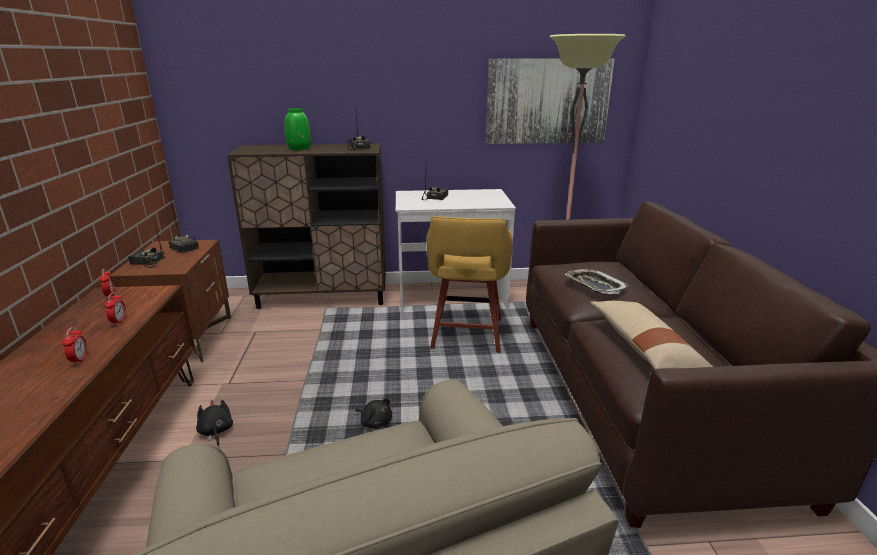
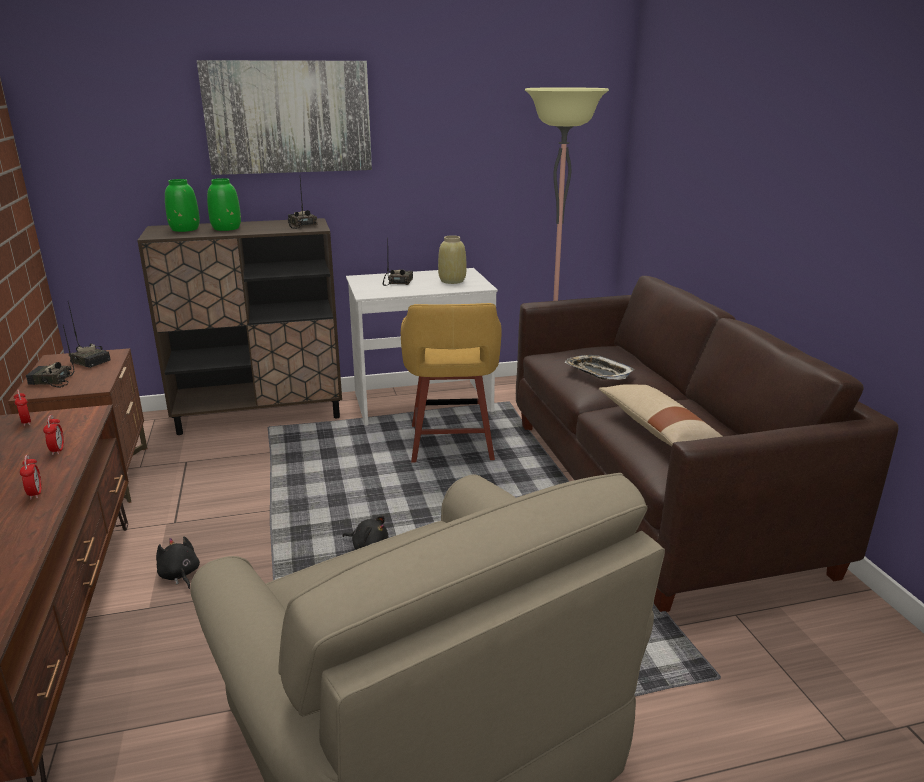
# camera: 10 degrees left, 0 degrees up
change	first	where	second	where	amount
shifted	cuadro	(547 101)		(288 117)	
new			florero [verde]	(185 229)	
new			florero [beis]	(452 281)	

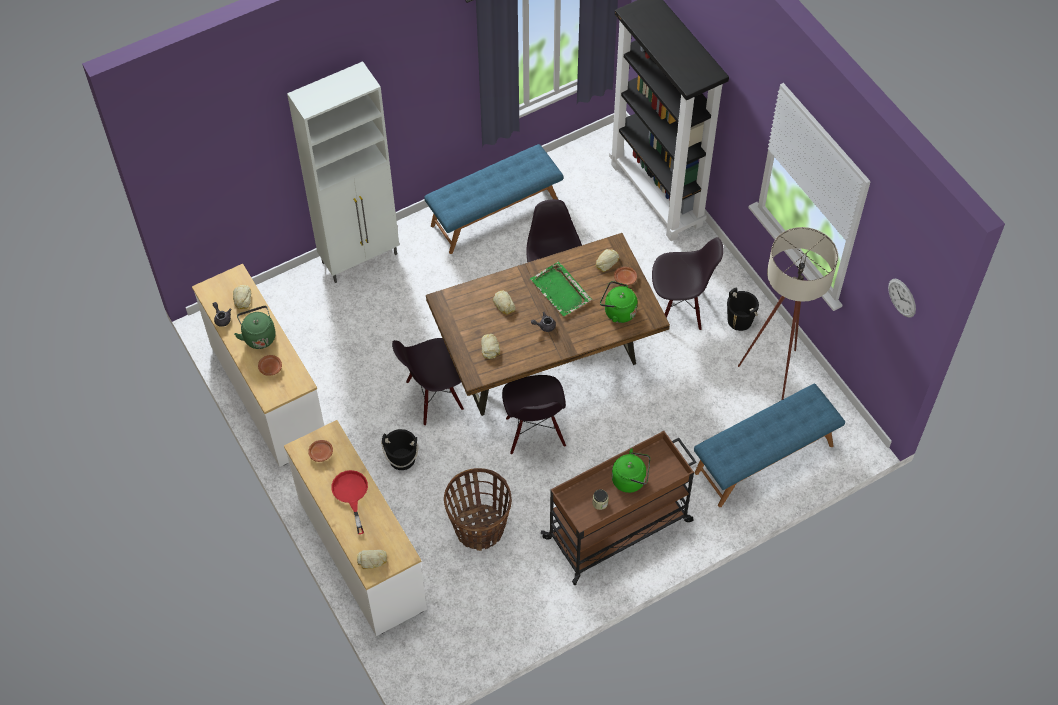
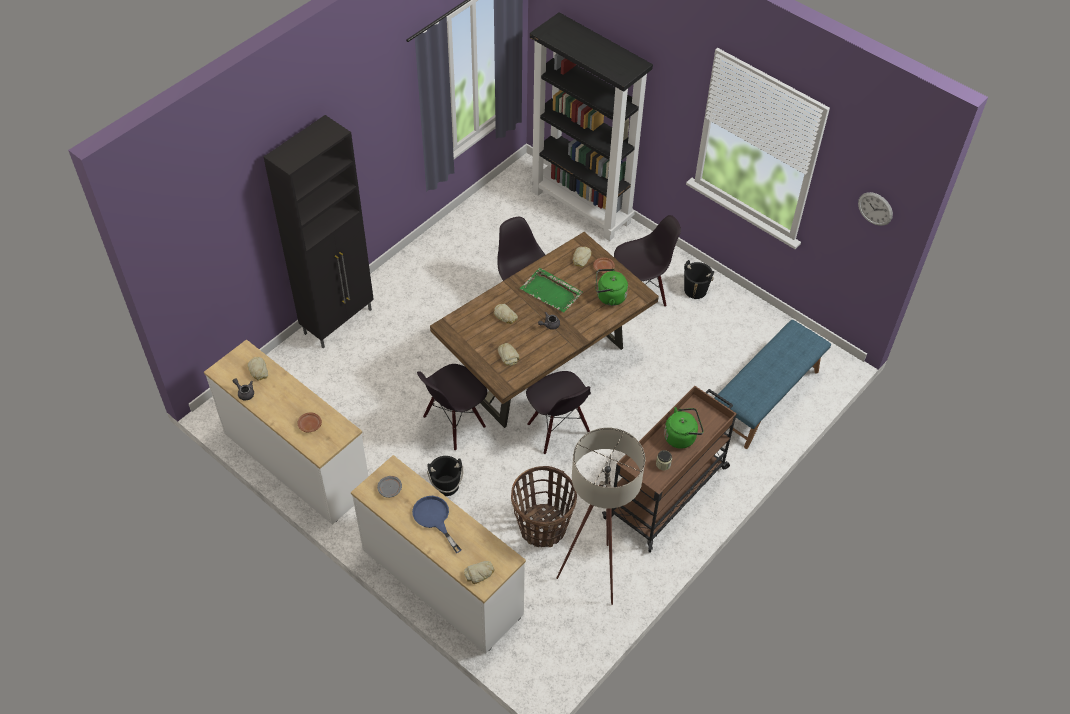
# camera: 20 degrees left, 5 degrees down
change	first	where	second	where	amount
gone	hervidor [verde]	(258 336)			
repainted	armario [blanco]	(361 258)	armario [negro]	(339 321)	
repainted	plato [marrón]	(321 453)	plato [gris]	(390 488)	
repainted	sartén [rojo]	(351 494)	sartén [azul]	(434 519)	
gone	banco [azul]	(494 213)			
shifted	lámpara de pie [beis]	(777 368)		(596 569)	

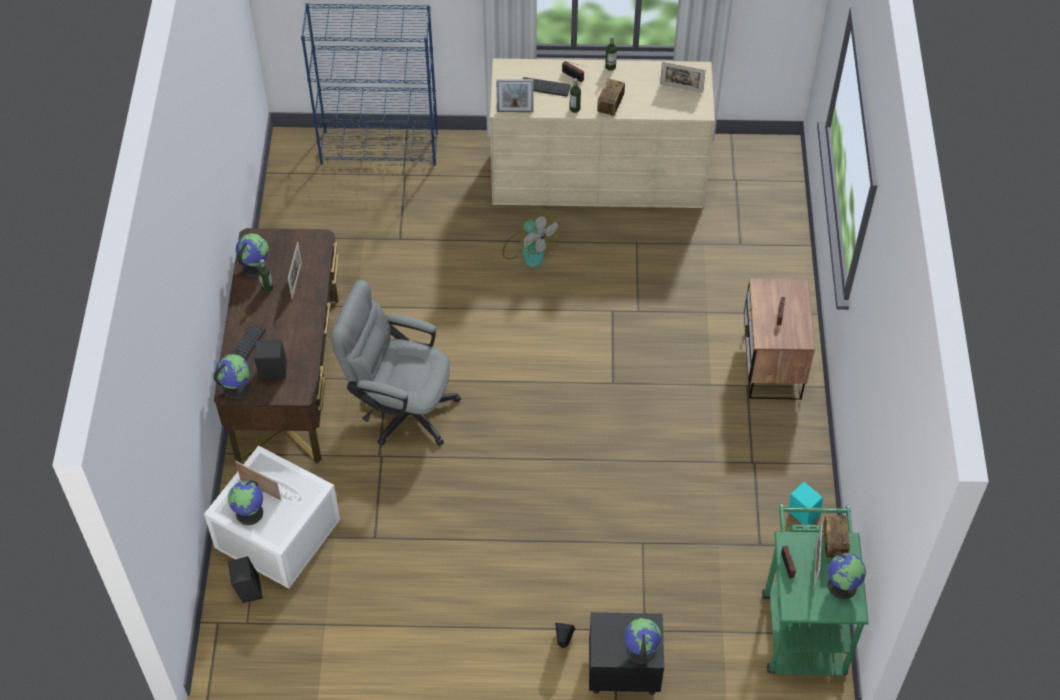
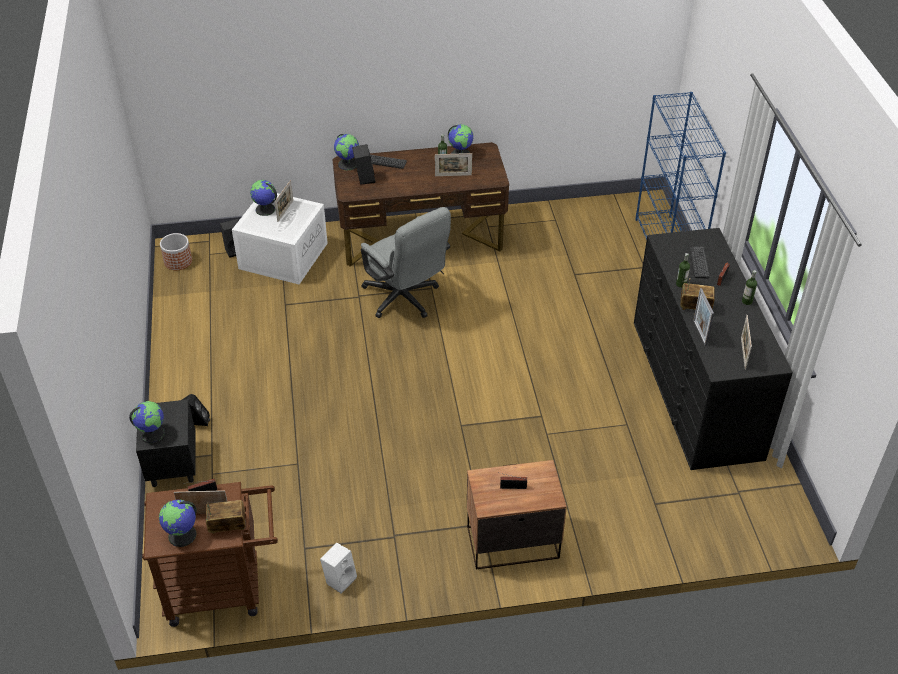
# camera: 80 degrees right, 10 degrees down
change	first	where	second	where	amount
rotated	silla de oficina [gris]	(400 408)		(405 300)	135 degrees clockwise
repainted	cómoda [beis]	(598 177)	cómoda [negro]	(695 388)	
shifted	portarretratos	(515 111)		(699 333)	
gone	ventilador	(528 249)			
repainted	carrito [verde]	(802 623)	carrito [marrón]	(223 588)	
repainted	altavoz [turquesa]	(801 516)	altavoz [blanco]	(340 579)	
new			maceta	(178 261)	

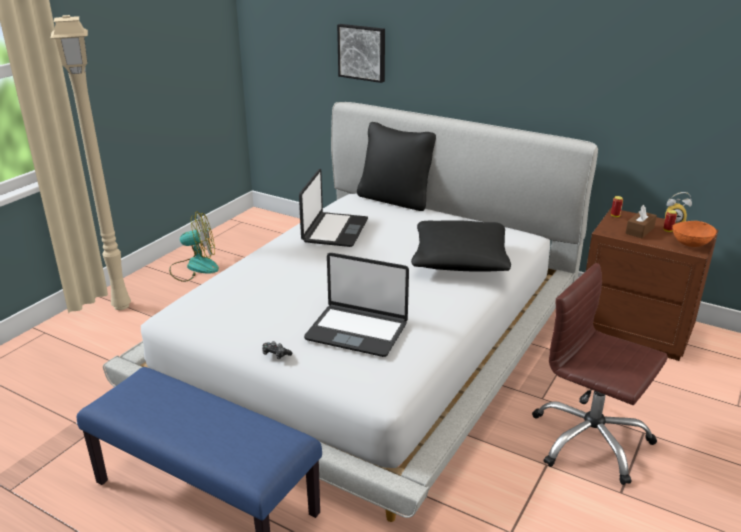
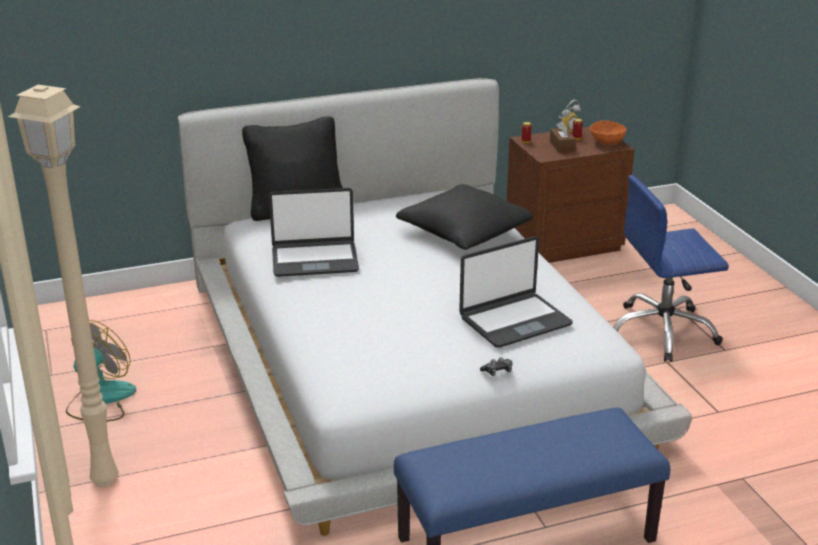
# camera: 50 degrees left, 0 degrees up
change	first	where	second	where	amount
rotated	portátil	(334 230)		(314 260)	120 degrees clockwise
gone	cuadro	(362 52)			
repainted	silla de oficina [marrón]	(590 440)	silla de oficina [azul]	(662 332)	

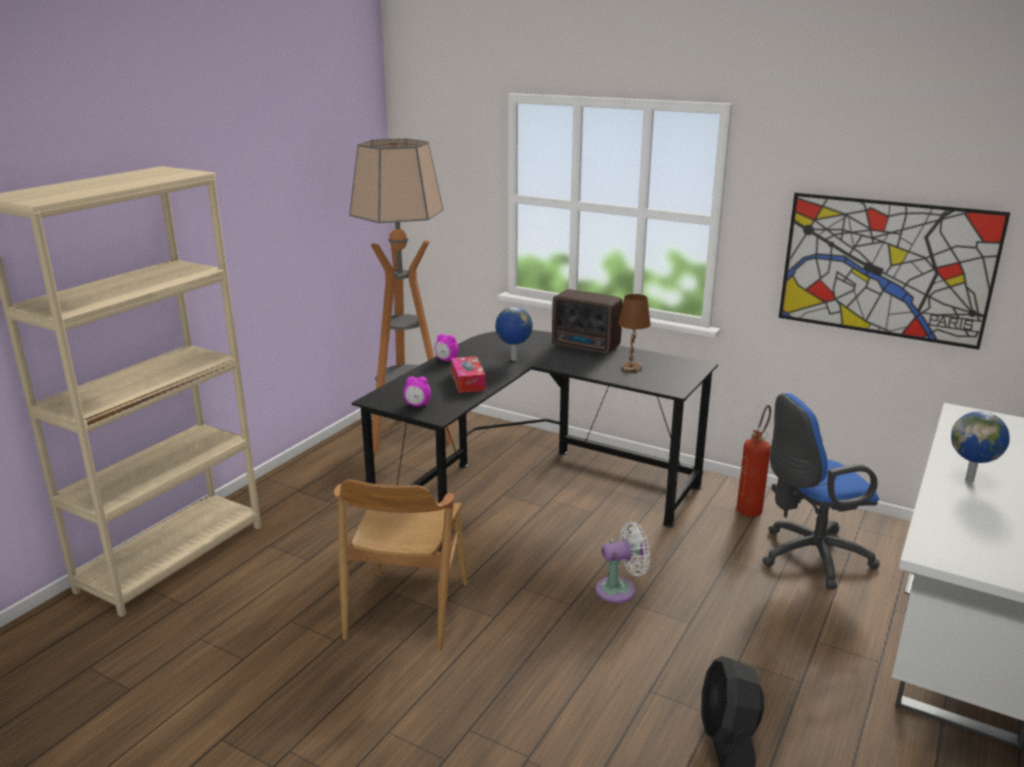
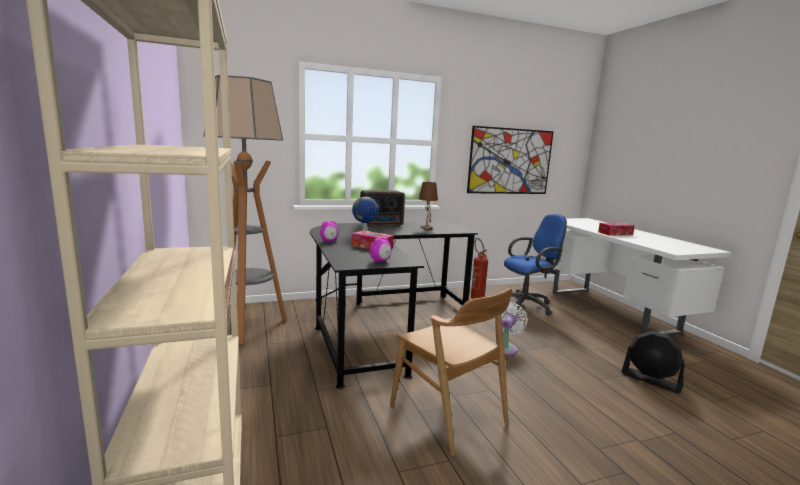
# camera: 50 degrees left, 10 degrees down
change	first	where	second	where	amount
rotated	silla de oficina [azul]	(809 557)		(527 305)	135 degrees counterclockwise
swapped	globo terráqueo	(970 480)	caja de pañuelos	(615 233)	

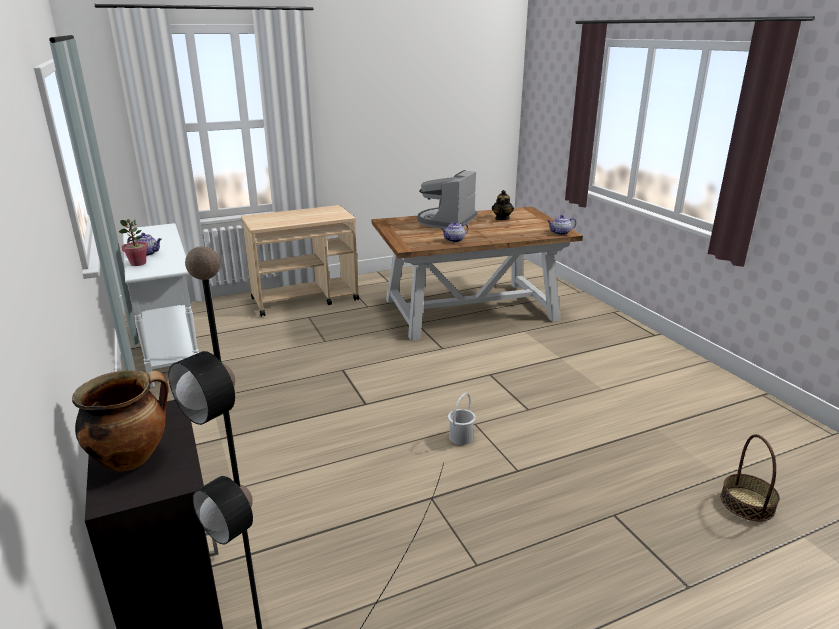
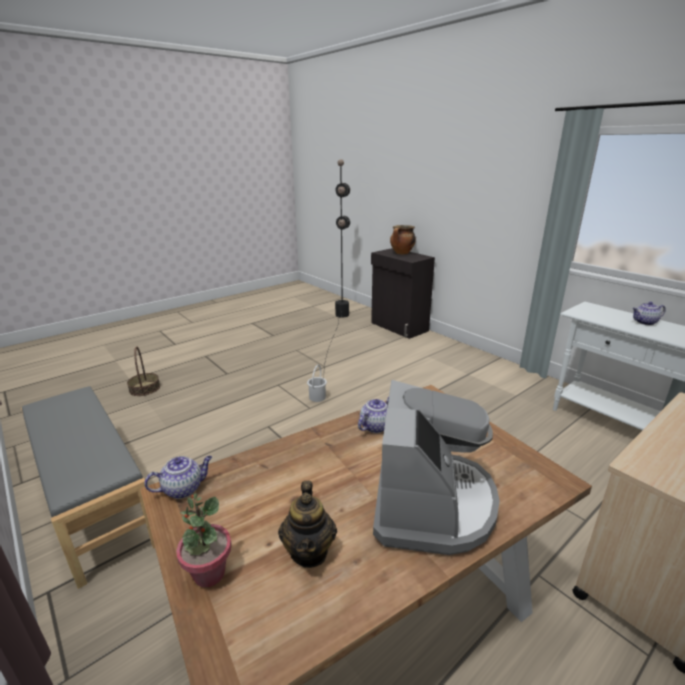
# camera: 165 degrees right, 0 degrees up
change	first	where	second	where	amount
shifted	planta en maceta	(138 263)		(209 573)	
new			banco [gris]	(93 499)	

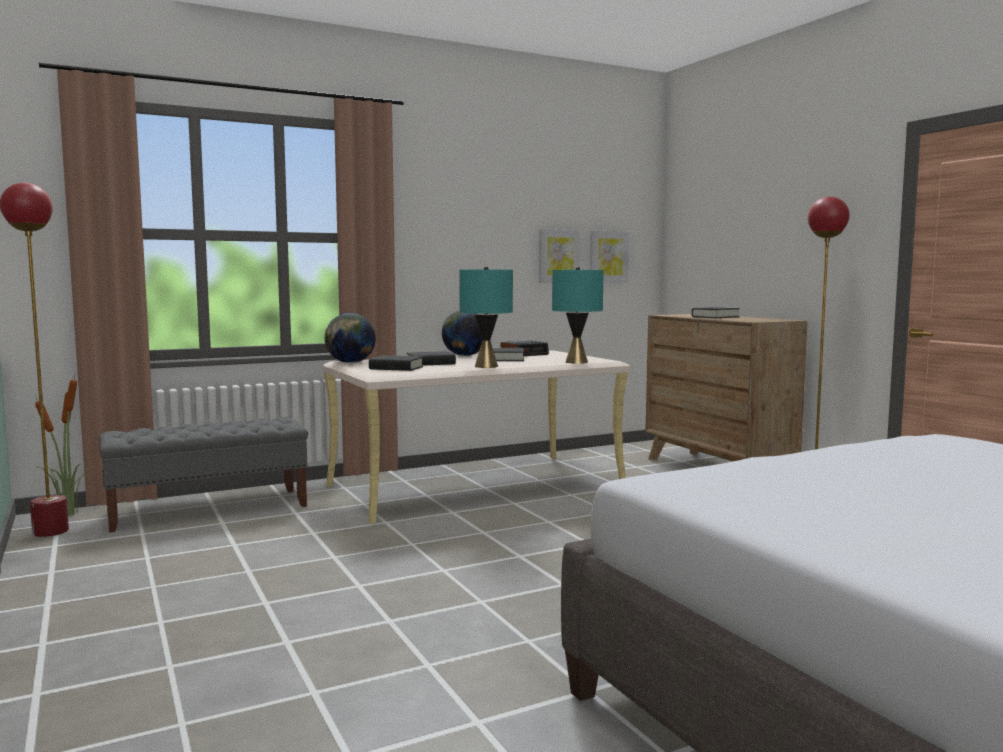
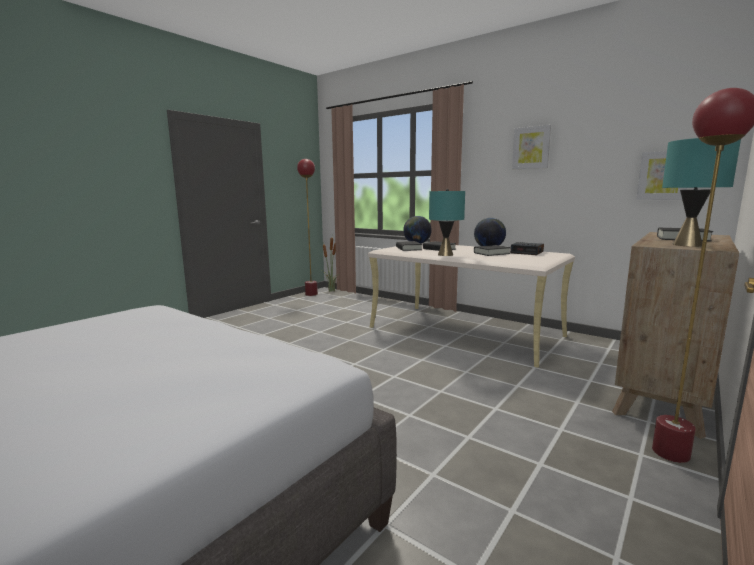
# camera: 65 degrees right, 5 degrees up
change	first	where	second	where	amount
gone	banco [gris]	(209 509)			
shifted	cuadro	(558 256)		(531 148)	
shifted	lámpara de mesa [turquesa]	(577 362)		(687 245)	

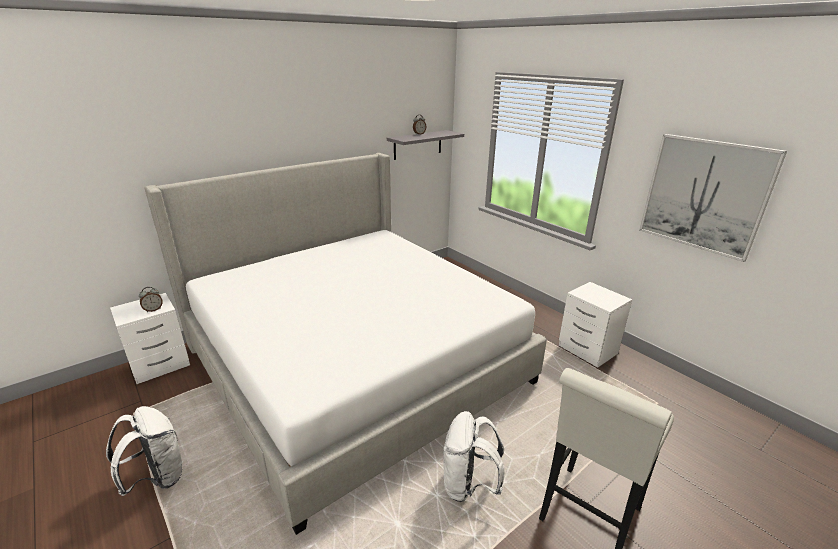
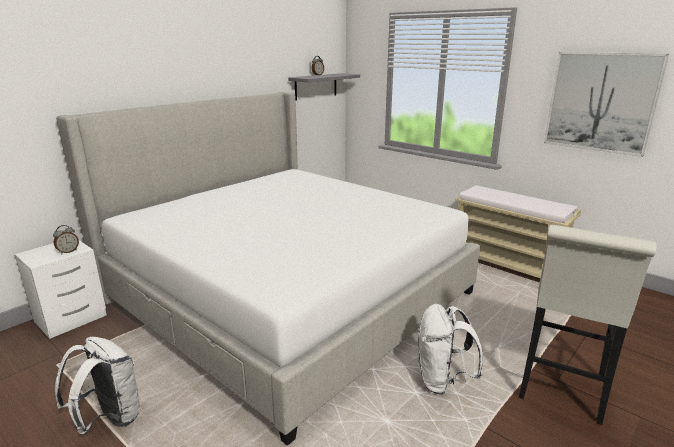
# camera: 10 degrees left, 5 degrees down
change	first	where	second	where	amount
swapped	mesita de noche [blanco]	(588 350)	banco [beis]	(507 264)	

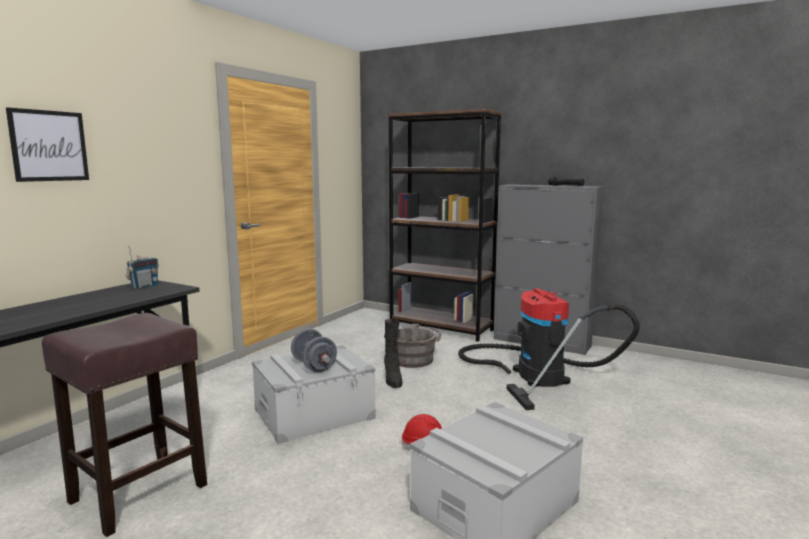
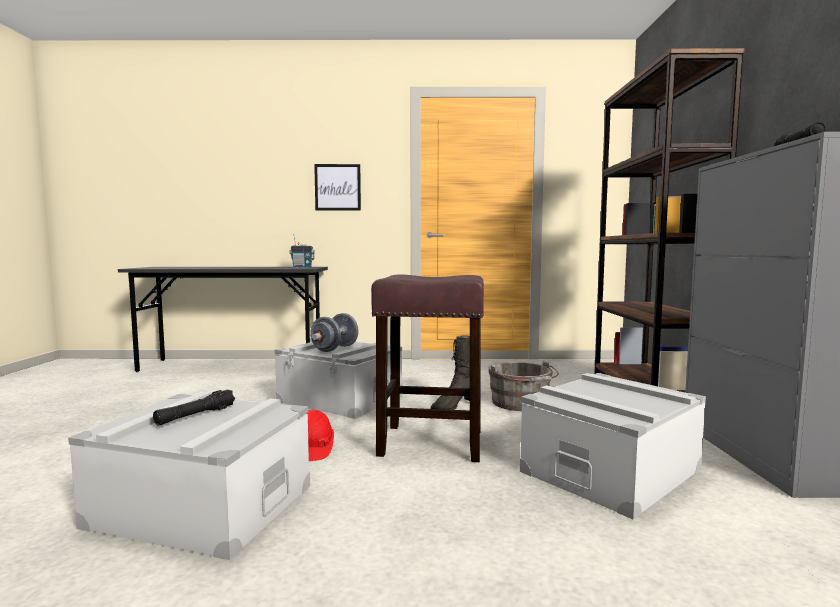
# camera: 60 degrees right, 5 degrees down
change	first	where	second	where	amount
shifted	cuadro	(49 146)		(337 187)	
shifted	taburete [marrón]	(137 494)		(429 442)	
swapped	aspiradora	(535 374)	caja de almacenaje [gris]	(611 470)	
new			linterna [negro]	(195 415)	

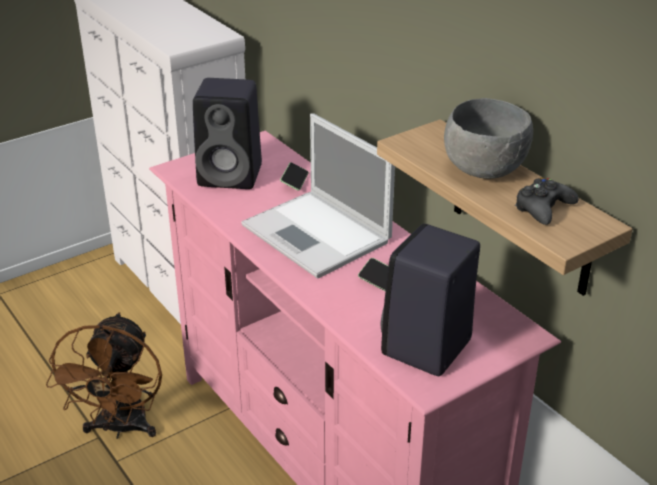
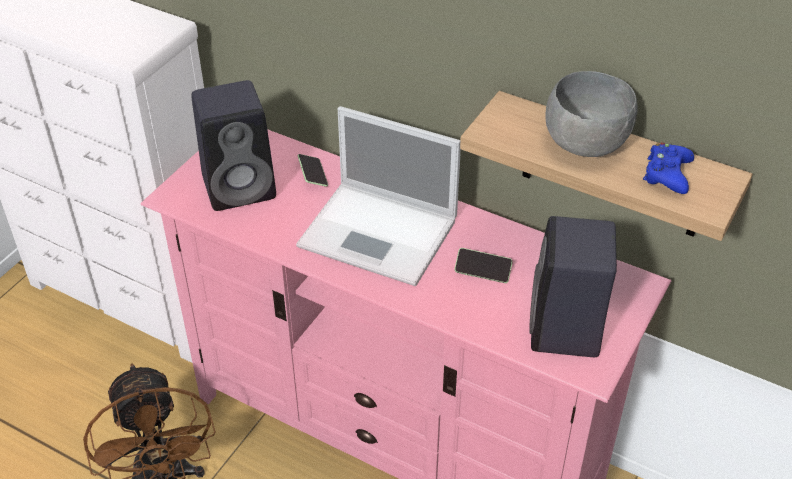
# camera: 25 degrees left, 10 degrees up
change	first	where	second	where	amount
repainted	mando de consola [negro]	(543 208)	mando de consola [azul]	(667 174)	

